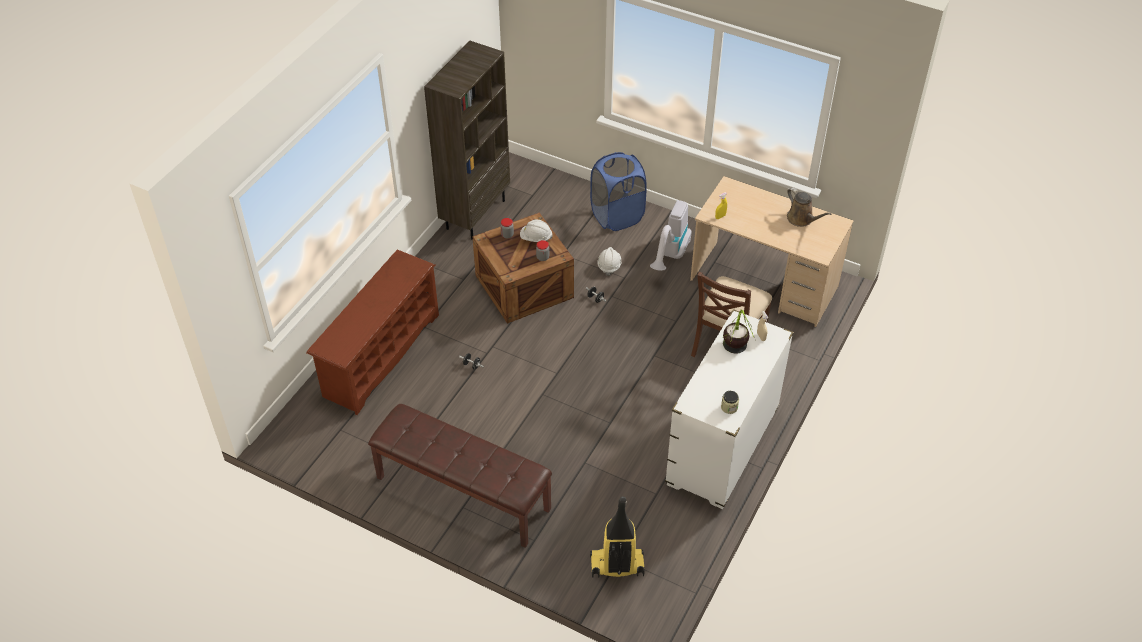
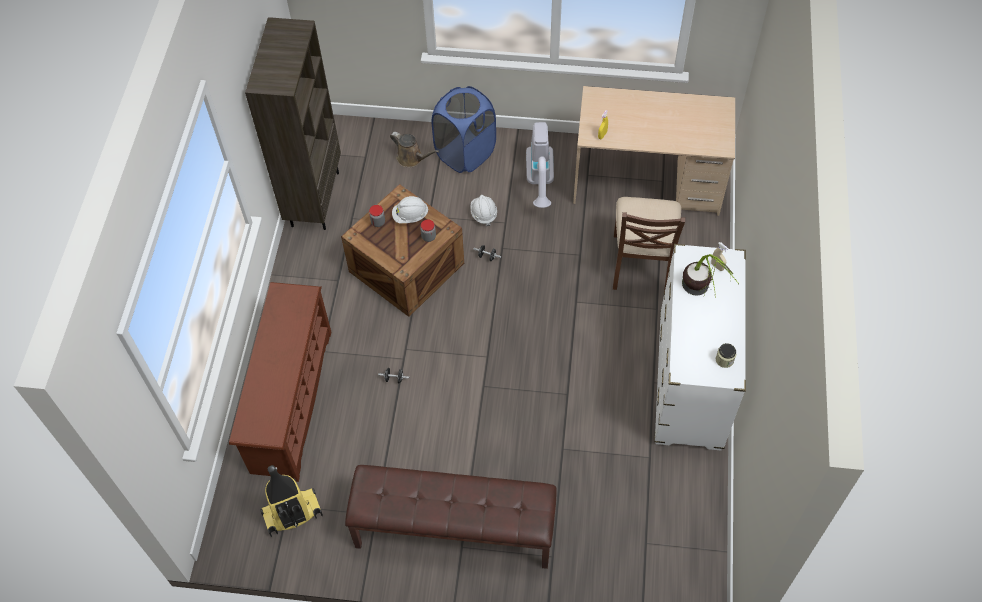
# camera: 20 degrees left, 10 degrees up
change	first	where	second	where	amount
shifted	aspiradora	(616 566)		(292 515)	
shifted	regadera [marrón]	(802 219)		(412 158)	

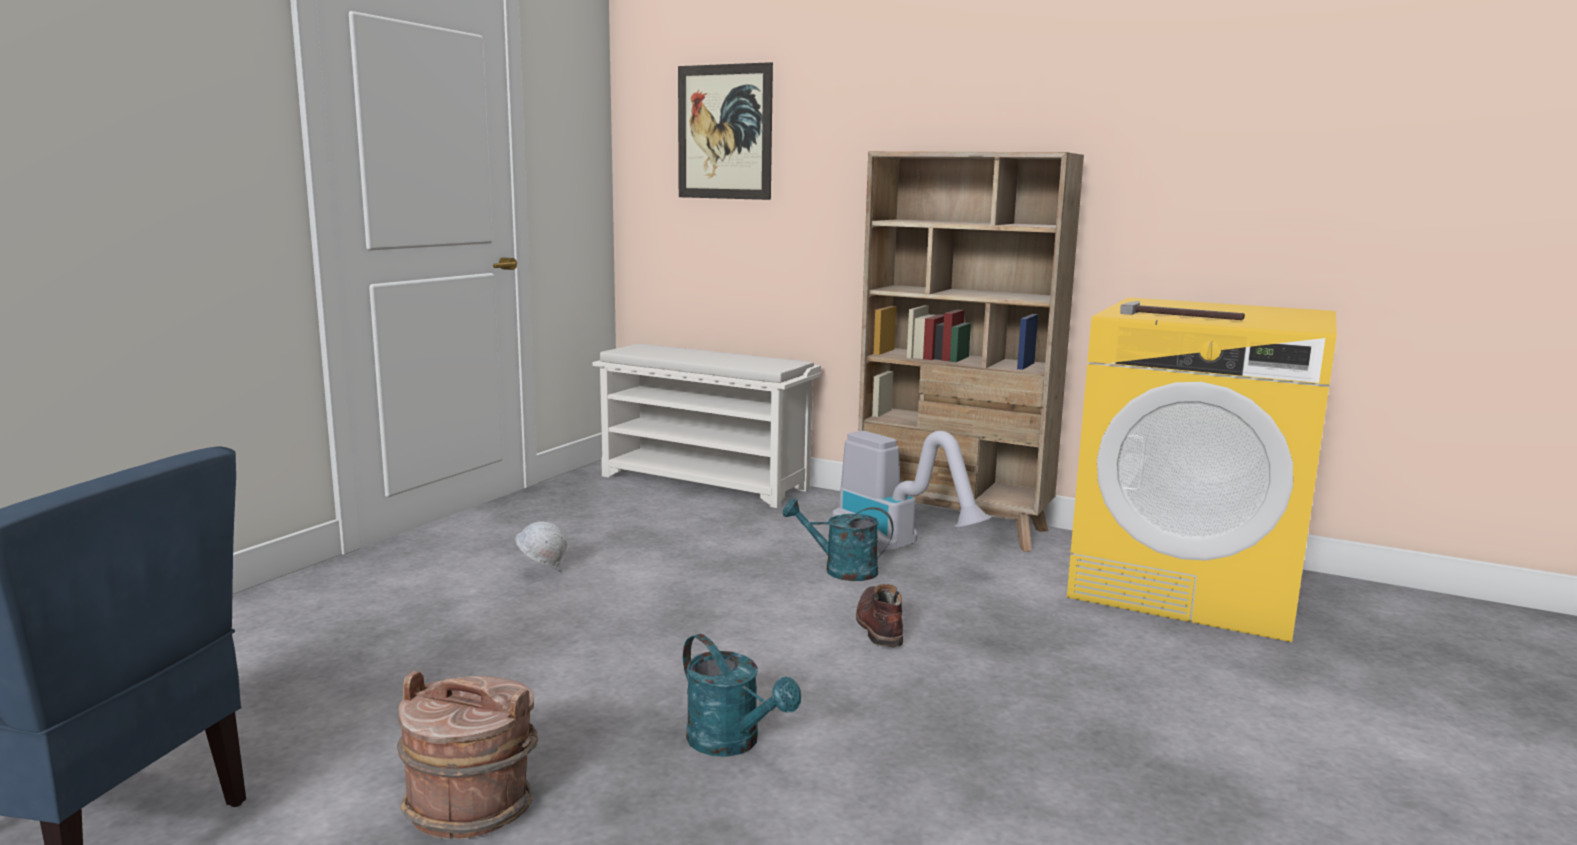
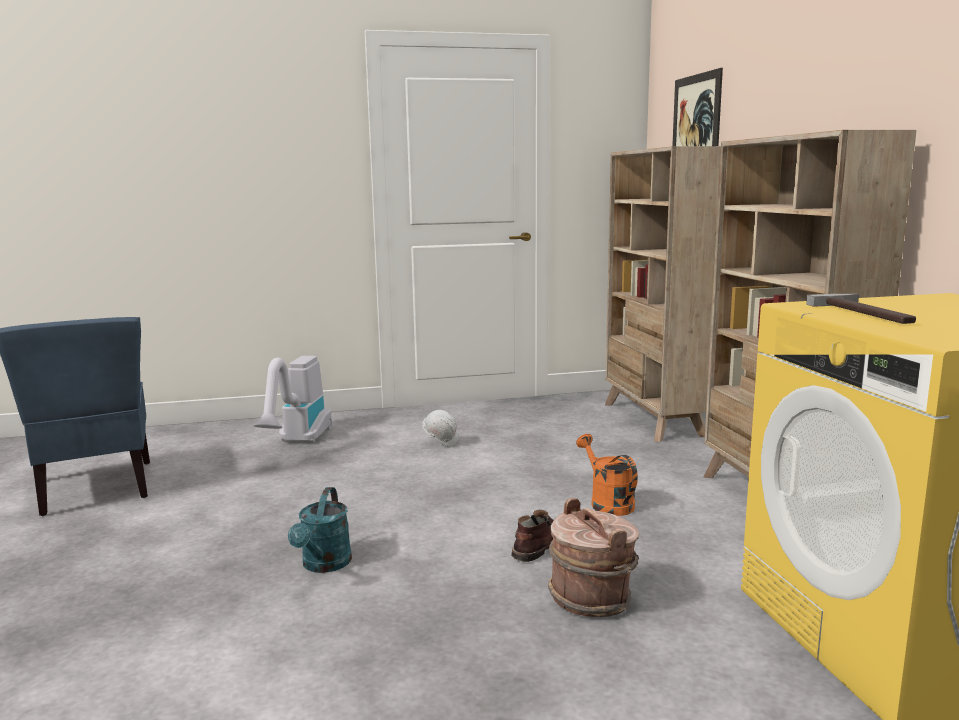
# camera: 50 degrees right, 0 degrees up
change	first	where	second	where	amount
shifted	cubo [marrón]	(471 806)		(591 598)	
swapped	zapatero [blanco]	(707 482)	estantería [beis]	(652 420)	
repainted	regadera [turquesa]	(841 570)	regadera [naranja]	(607 502)	
shifted	aspiradora	(898 549)		(298 442)	

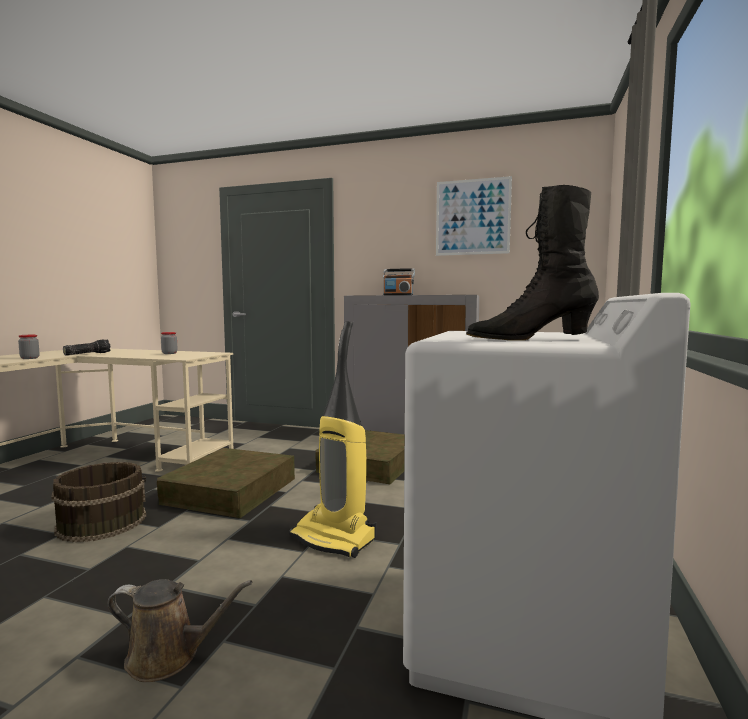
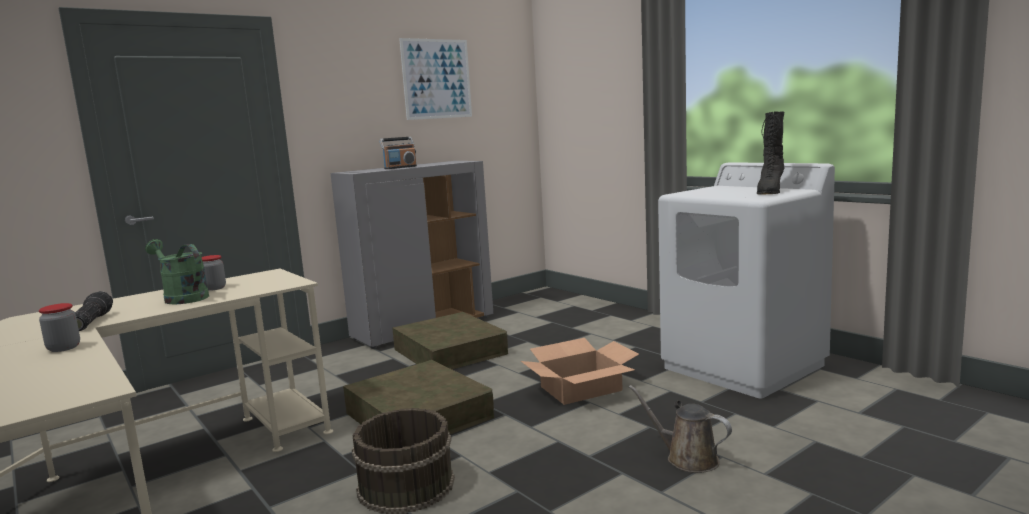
# camera: 55 degrees left, 5 degrees up
change	first	where	second	where	amount
rotated	regadera [marrón]	(169 656)		(687 458)	90 degrees counterclockwise
swapped	aspiradora	(335 538)	caja de cartón	(581 388)	
new			regadera [verde]	(182 297)	

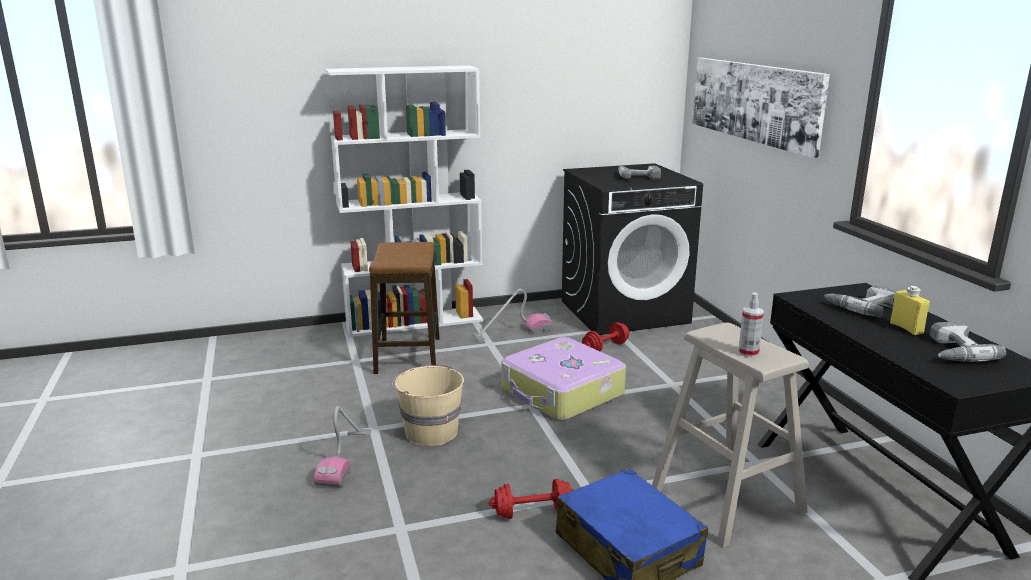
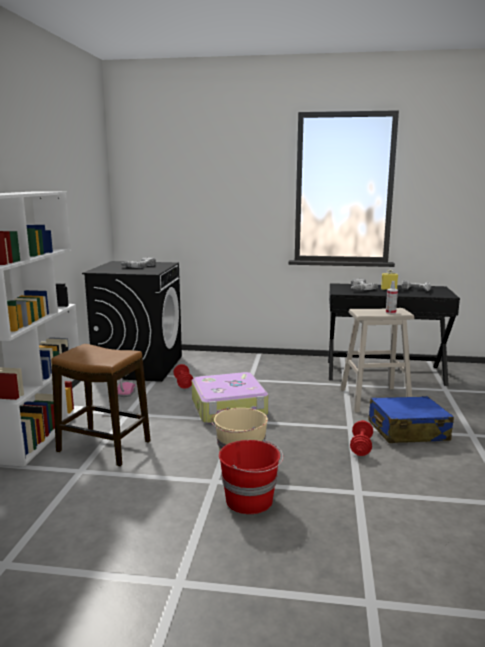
# camera: 65 degrees left, 5 degrees down
change	first	where	second	where	amount
swapped	aspiradora	(345 458)	cubo [rojo]	(250 500)	
gone	cuadro	(754 102)			

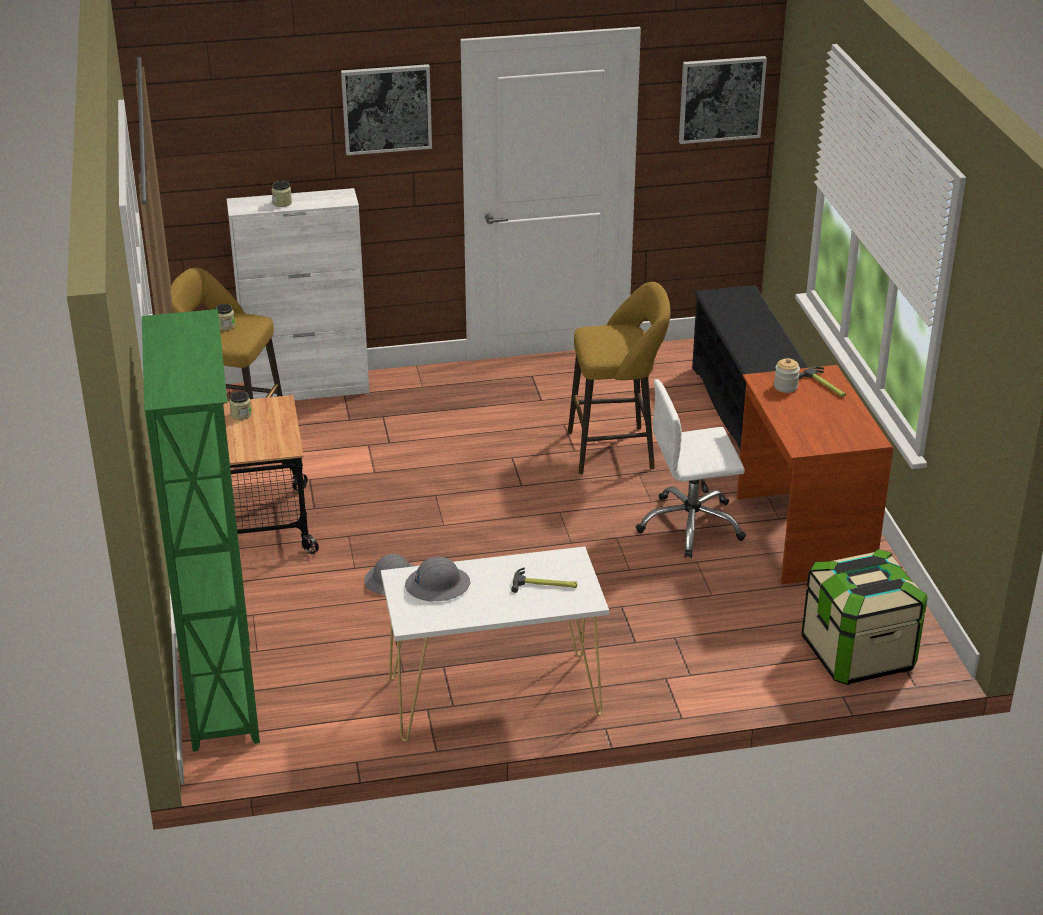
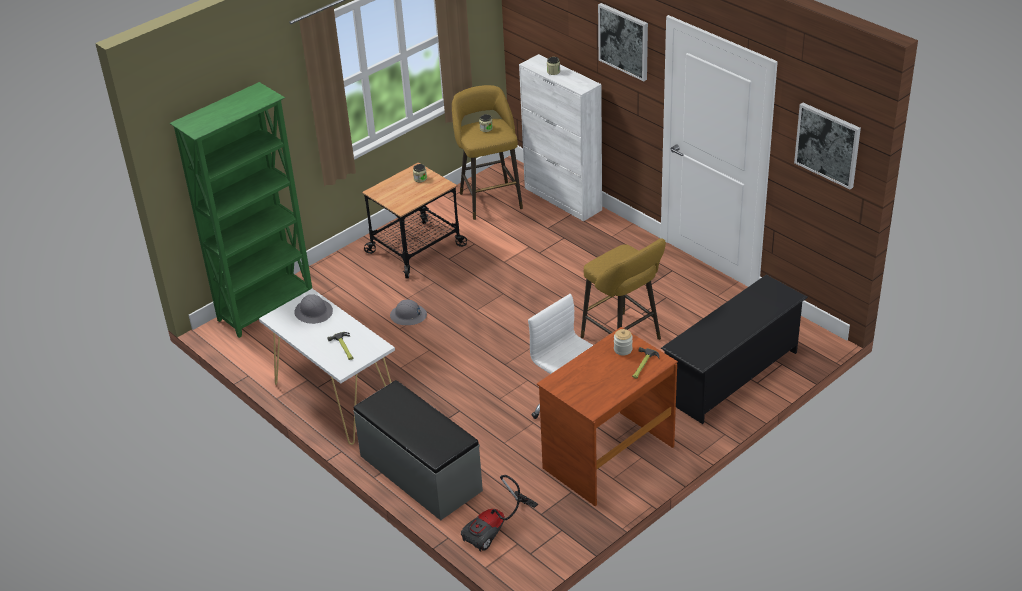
# camera: 60 degrees right, 5 degrees up
change	first	where	second	where	amount
swapped	caja de almacenaje	(857 654)	aspiradora	(496 529)	
new			banco [gris]	(419 473)	

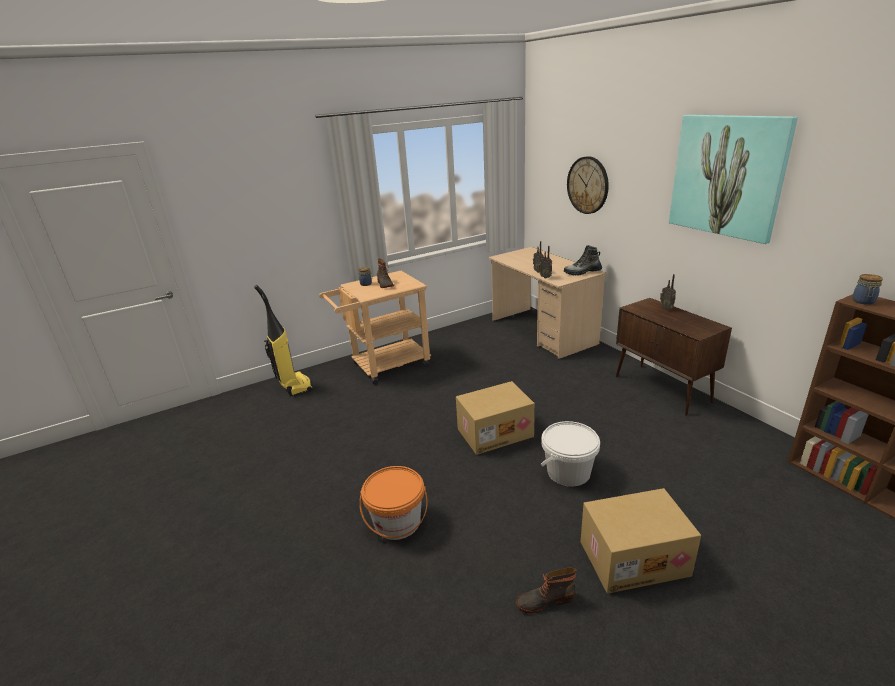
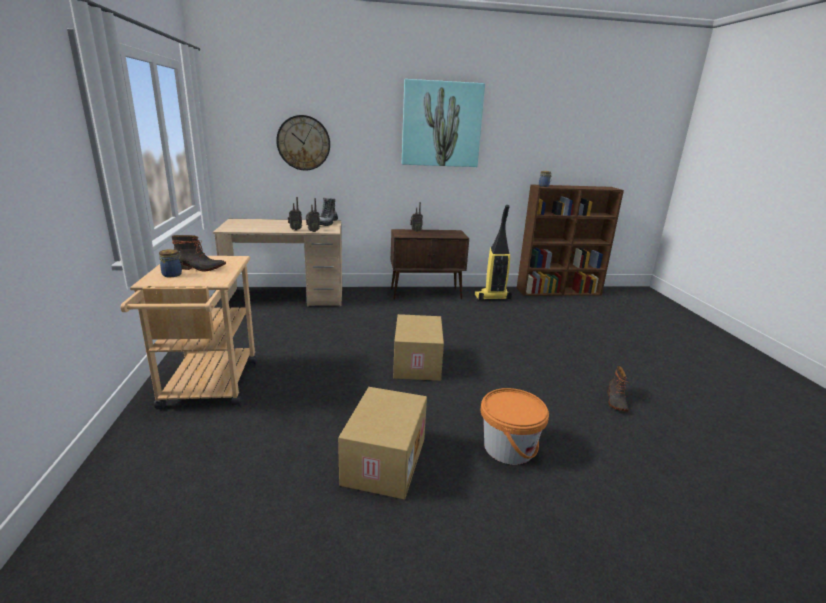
# camera: 70 degrees left, 5 degrees down
change	first	where	second	where	amount
shifted	aspiradora	(294 385)		(491 298)	
gone	cubo [blanco]	(568 472)			
shifted	caja de cartón	(633 557)		(383 460)	

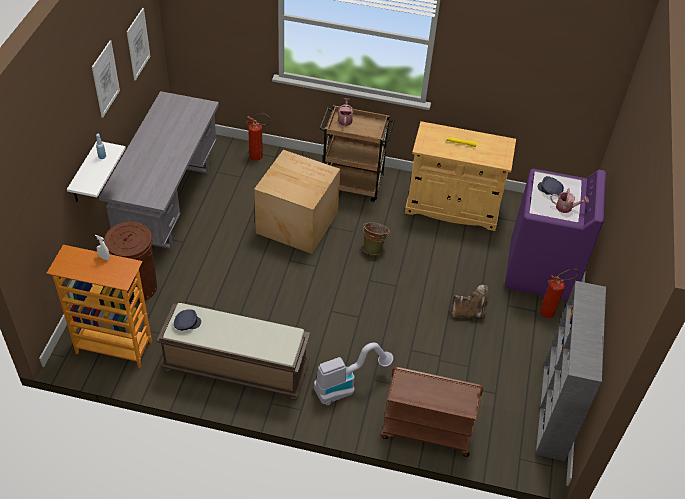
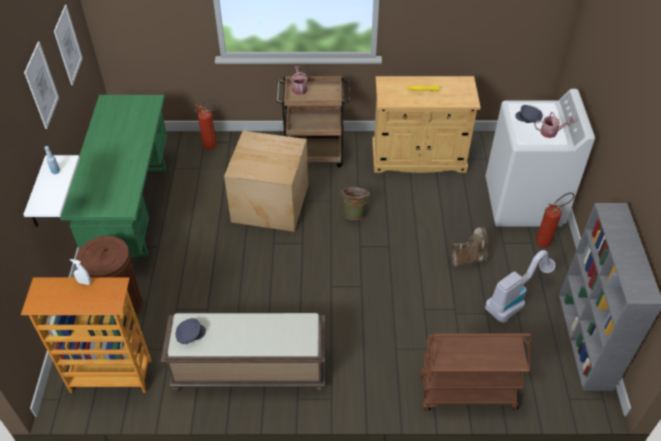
# camera: 10 degrees left, 0 degrees up
change	first	where	second	where	amount
repainted	escritorio [gris]	(169 203)	escritorio [verde]	(132 209)	
shifted	aspiradora	(347 386)		(514 300)	
repainted	lavadora [morado]	(541 271)	lavadora [blanco]	(523 202)	

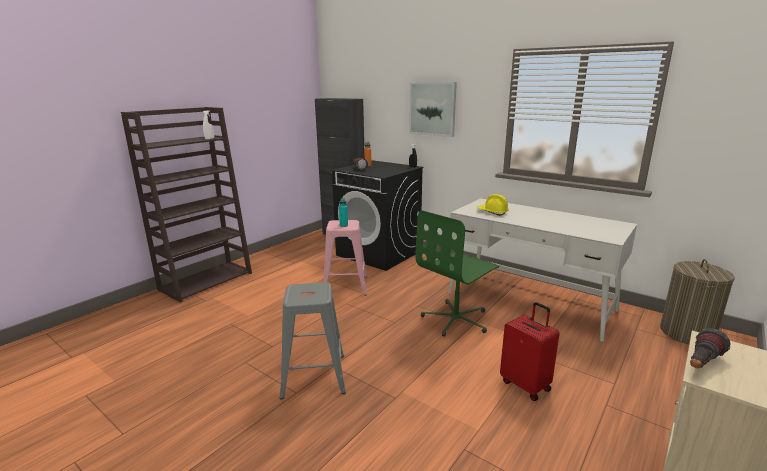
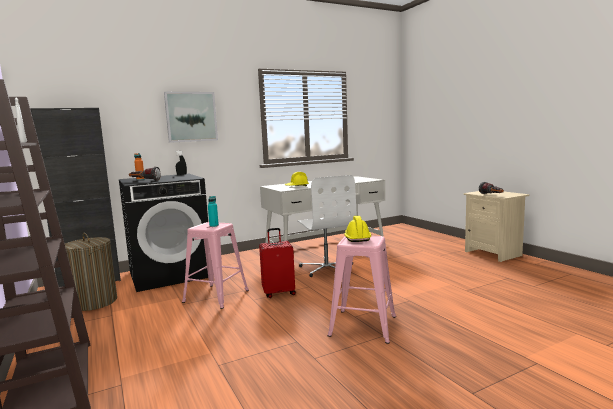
# camera: 65 degrees left, 10 degrees down
change	first	where	second	where	amount
repainted	taburete [gris]	(315 375)	taburete [rosa]	(362 325)	
repainted	silla de oficina [verde]	(456 319)	silla de oficina [blanco]	(327 268)	
shifted	maleta [rojo]	(526 385)		(279 293)	
shifted	cesto de la ropa	(687 333)		(94 302)	
new			casco [amarillo]	(357 238)	

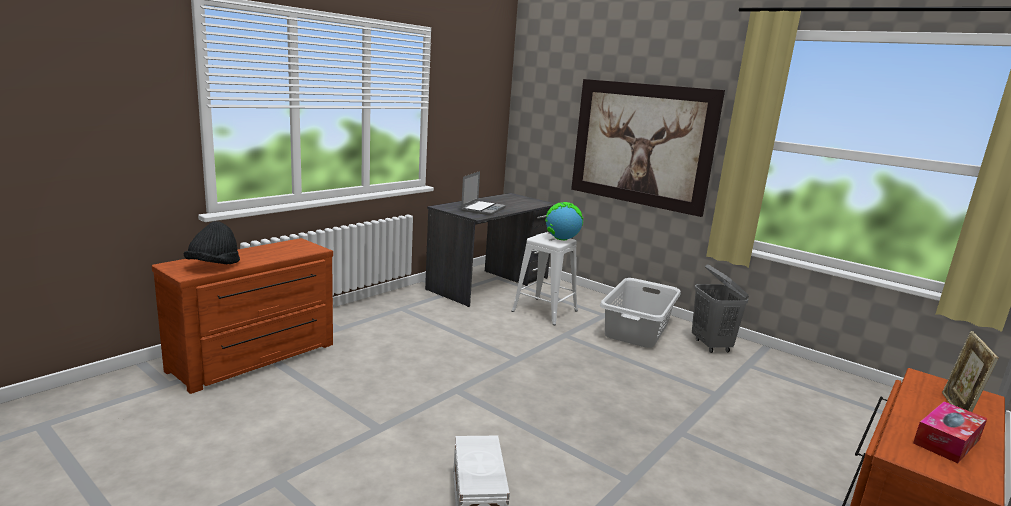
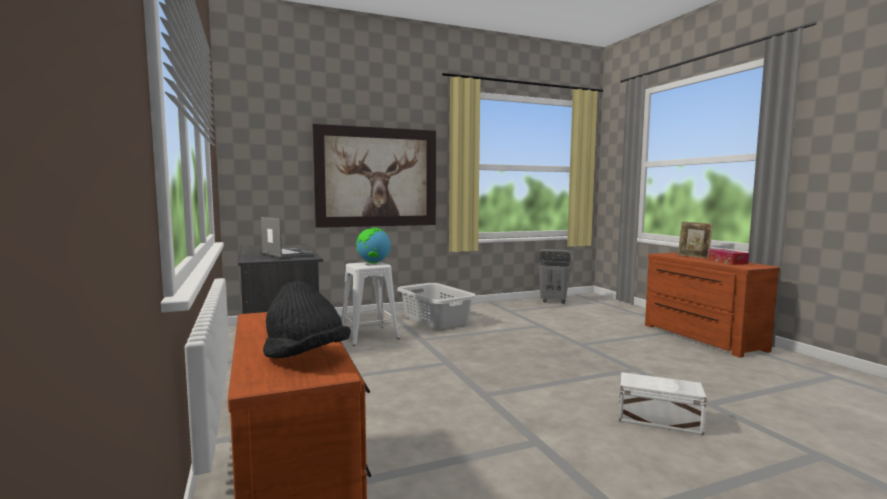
# camera: 60 degrees left, 10 degrees down
change	first	where	second	where	amount
shifted	cesto de la ropa [gris]	(711 345)		(553 302)	

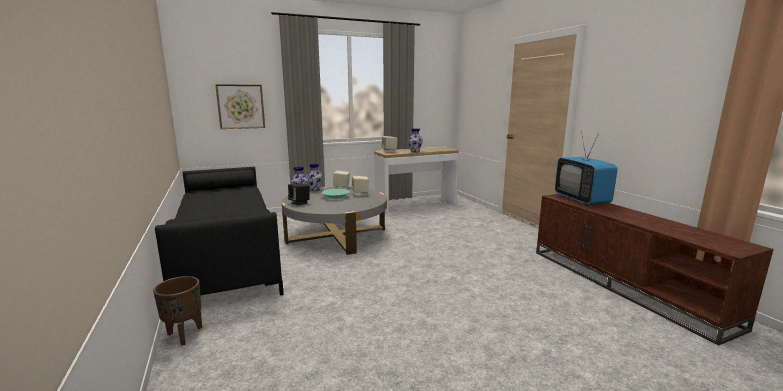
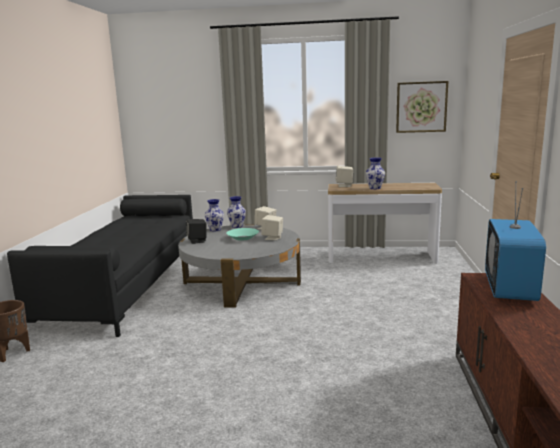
# camera: 30 degrees right, 0 degrees up
change	first	where	second	where	amount
shifted	cuadro	(241 106)		(421 107)	

